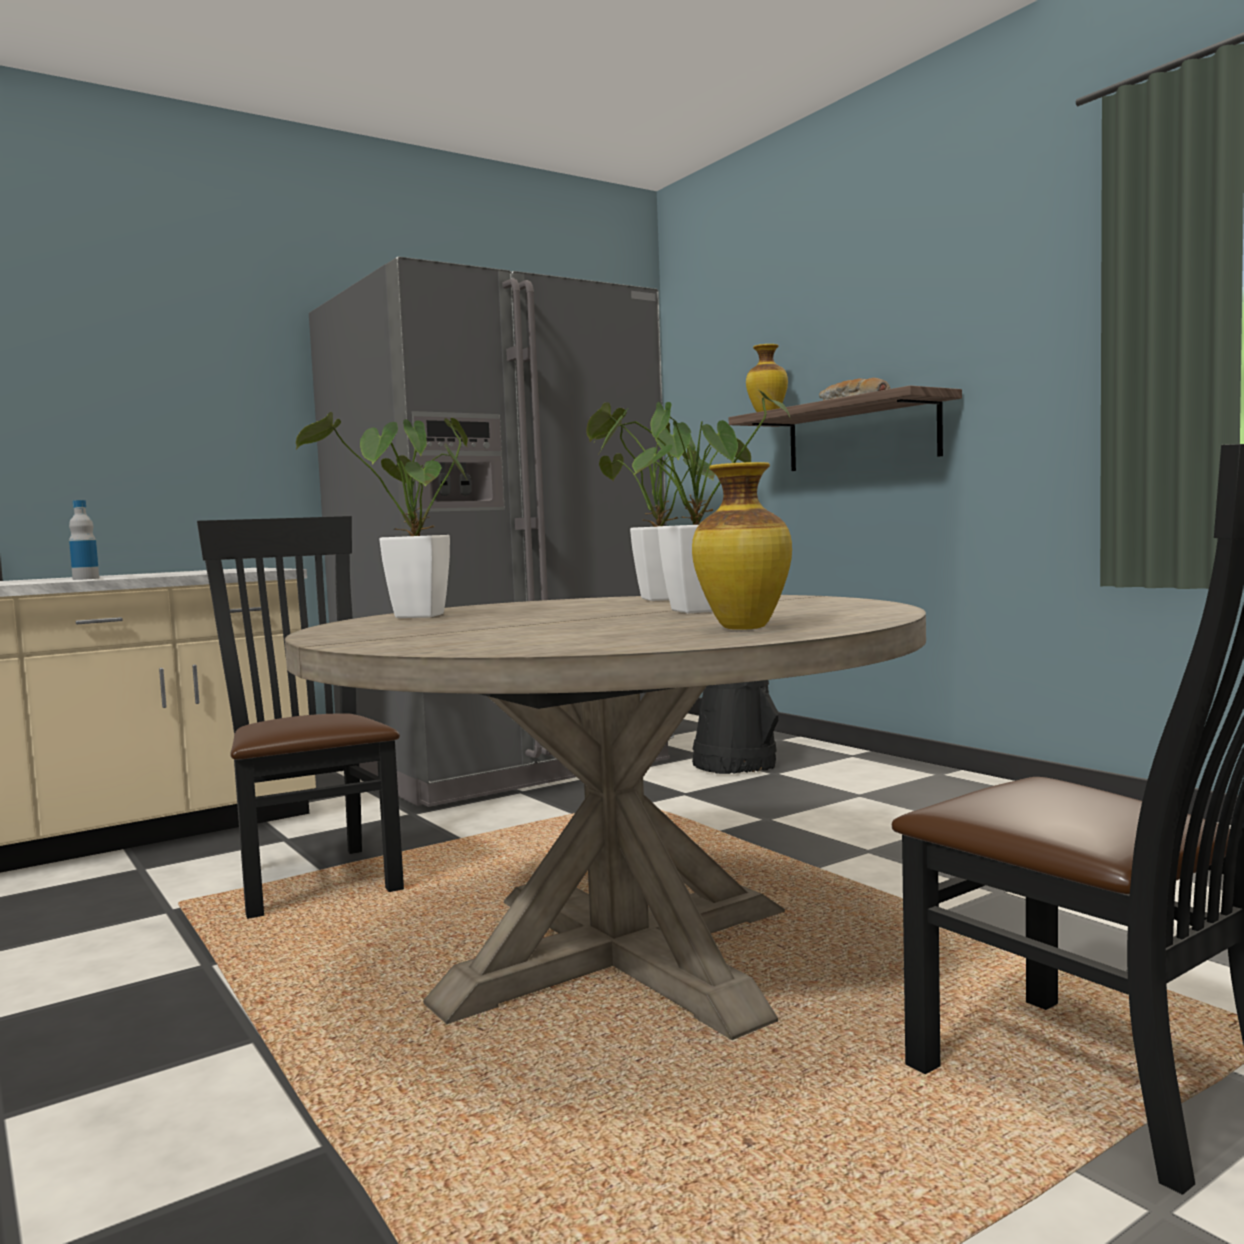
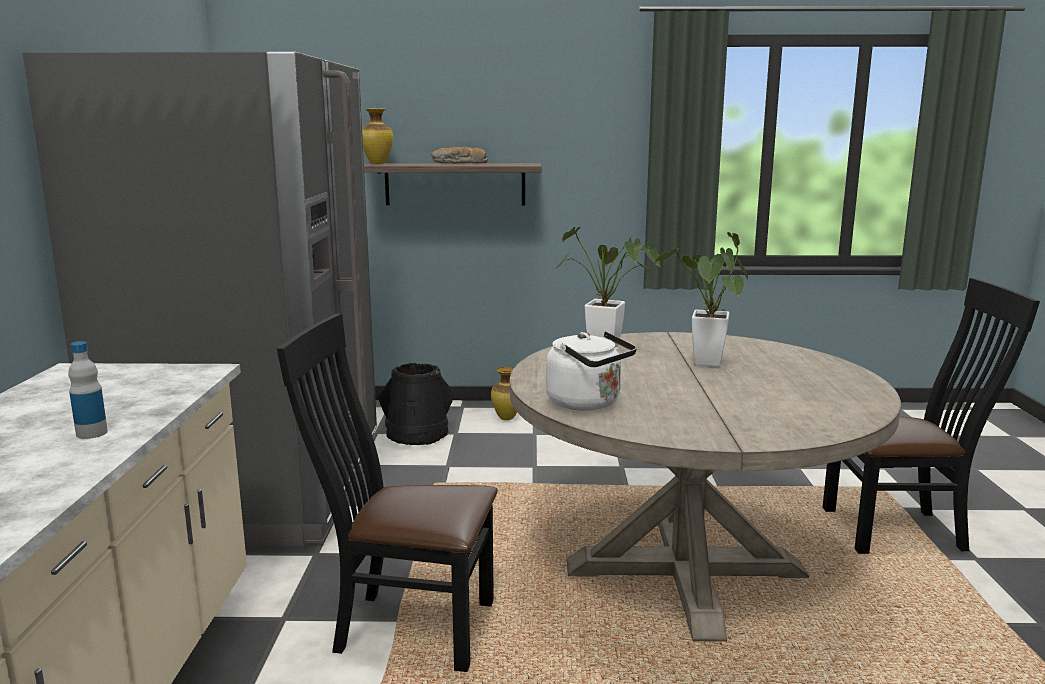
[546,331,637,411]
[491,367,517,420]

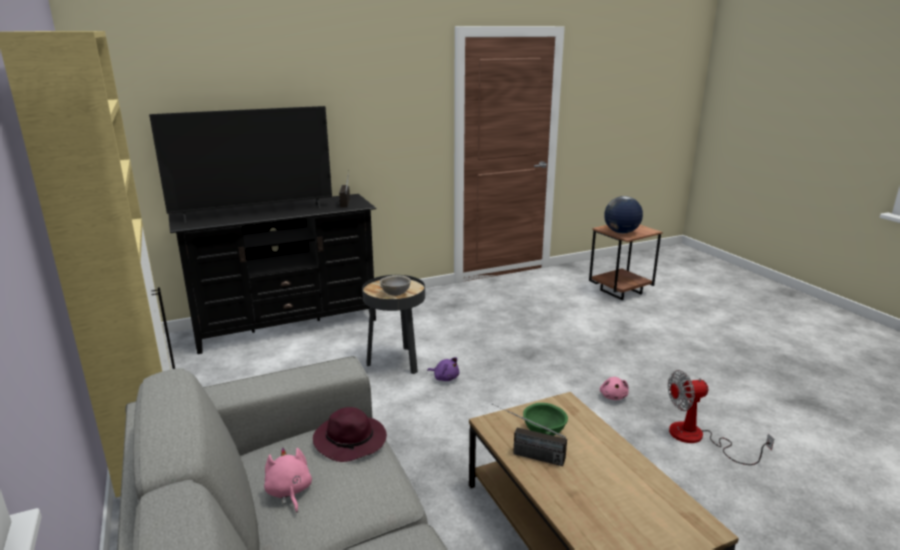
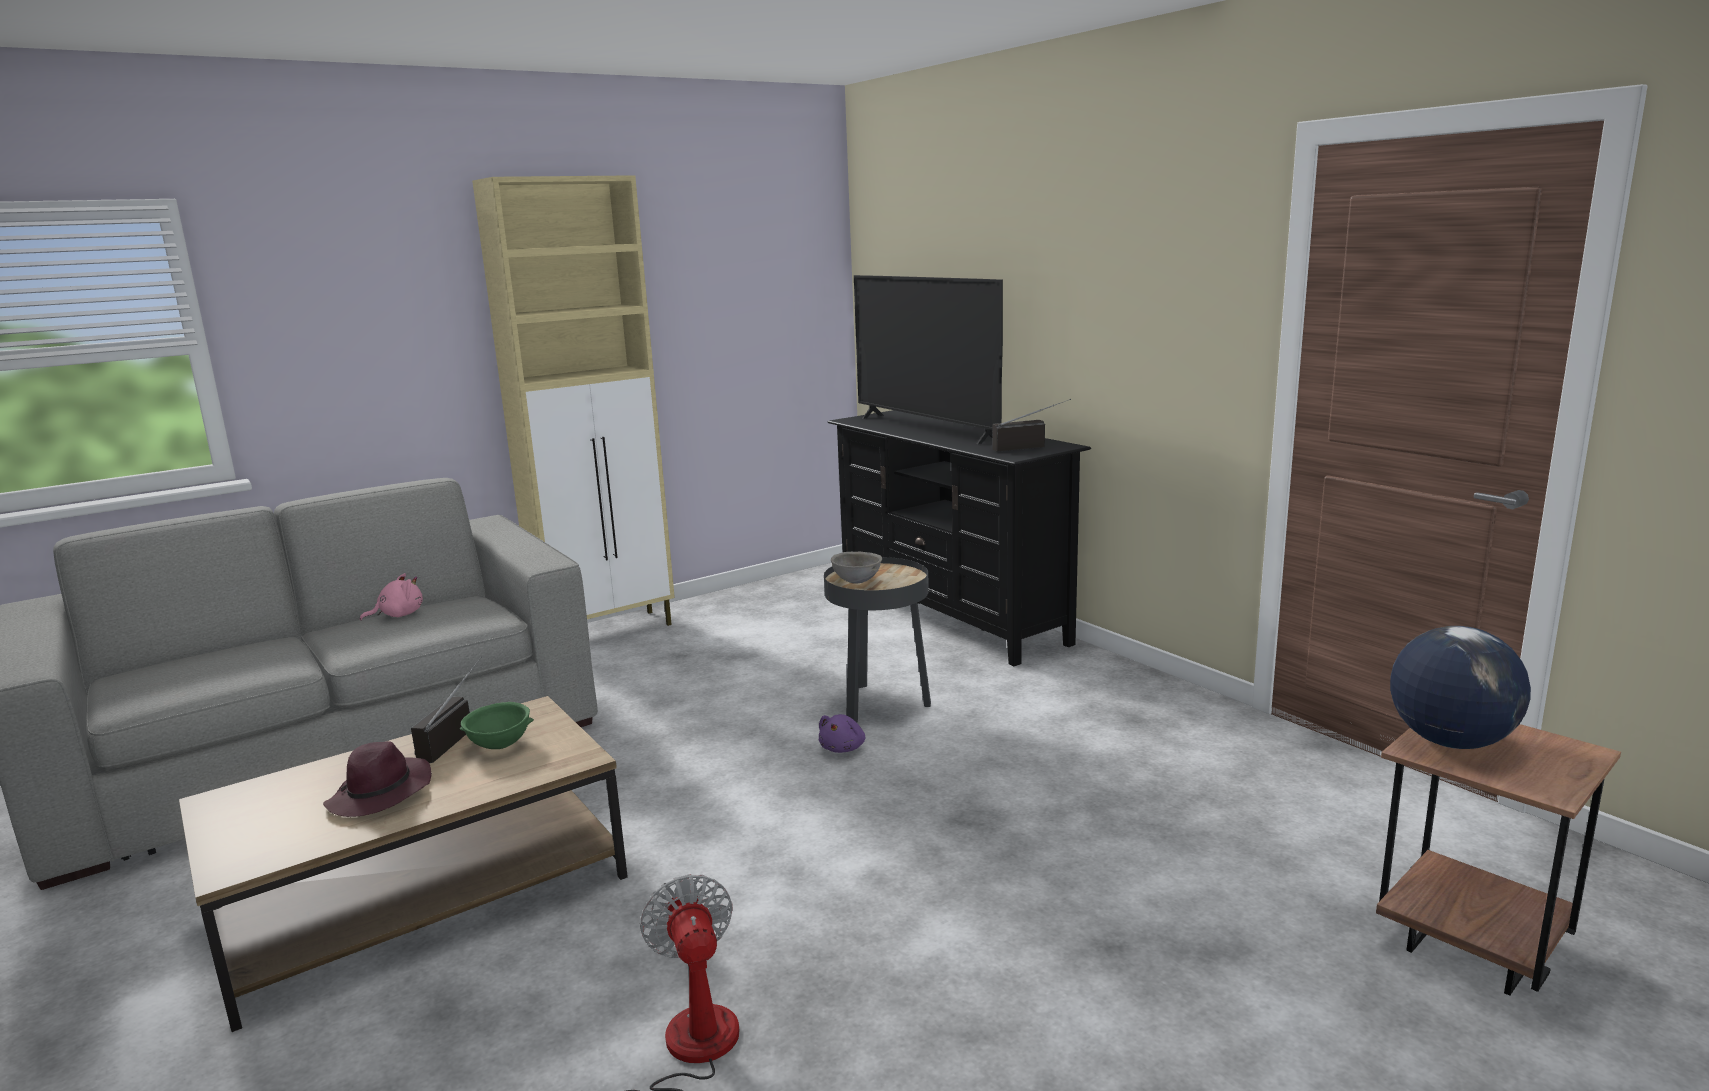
[323,741,432,817]
[600,377,629,400] (first image)

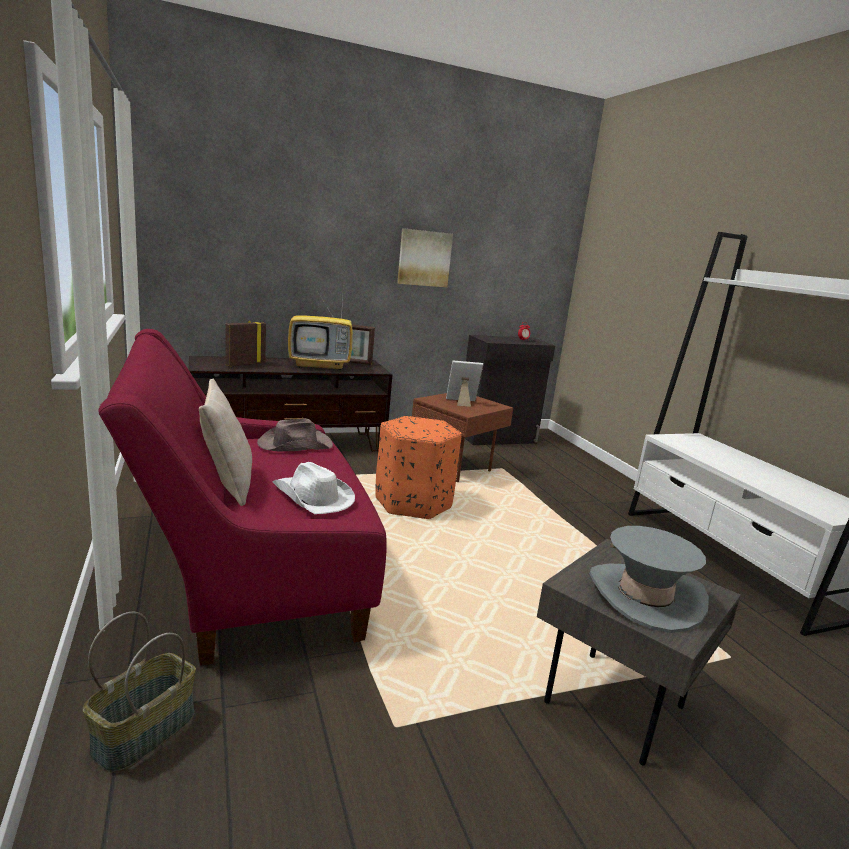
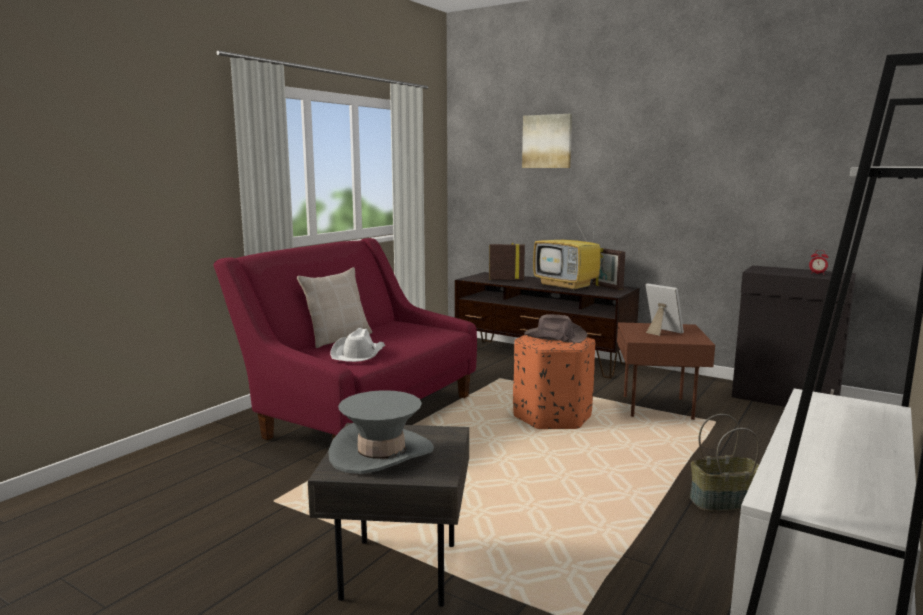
[690,414,759,511]
[524,314,587,343]
[522,114,572,168]

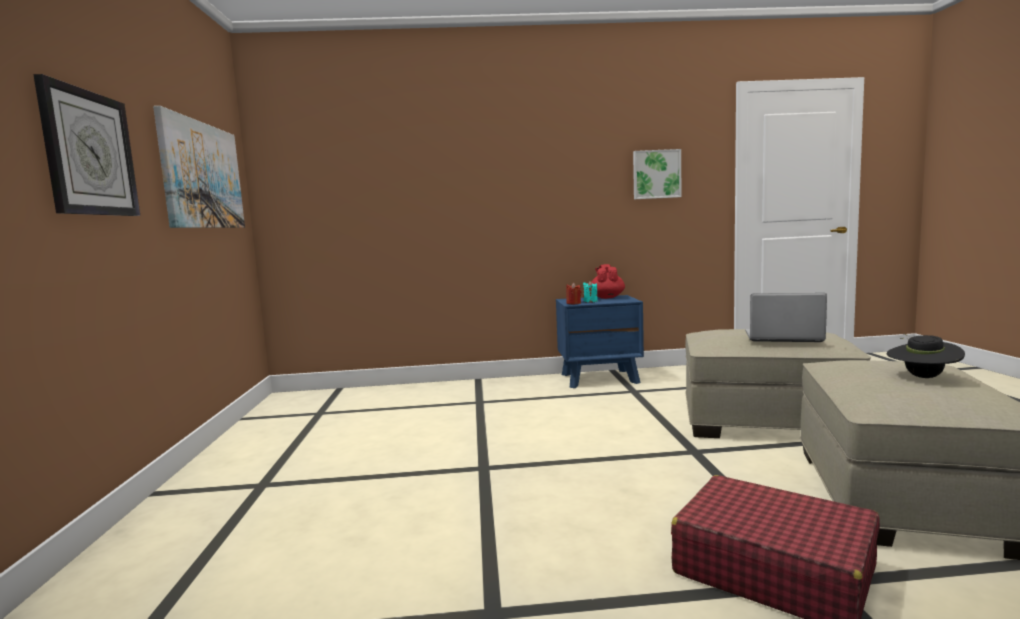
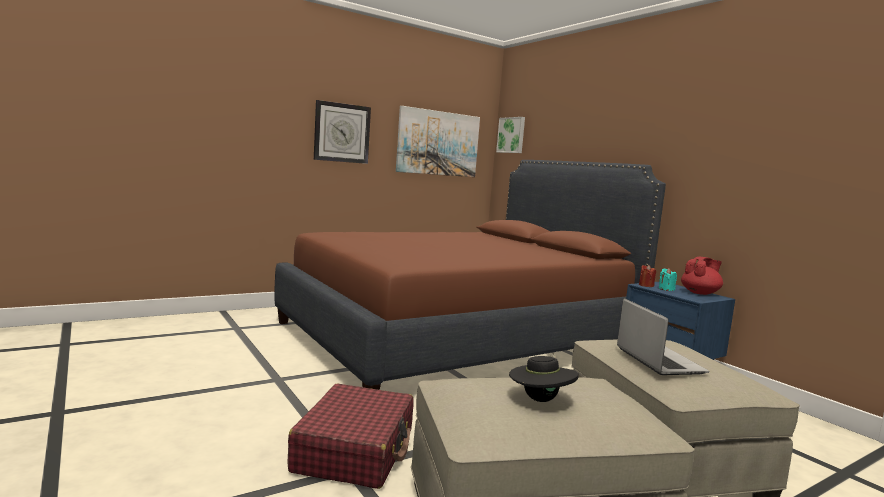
[496,117,525,153]
[274,160,666,390]

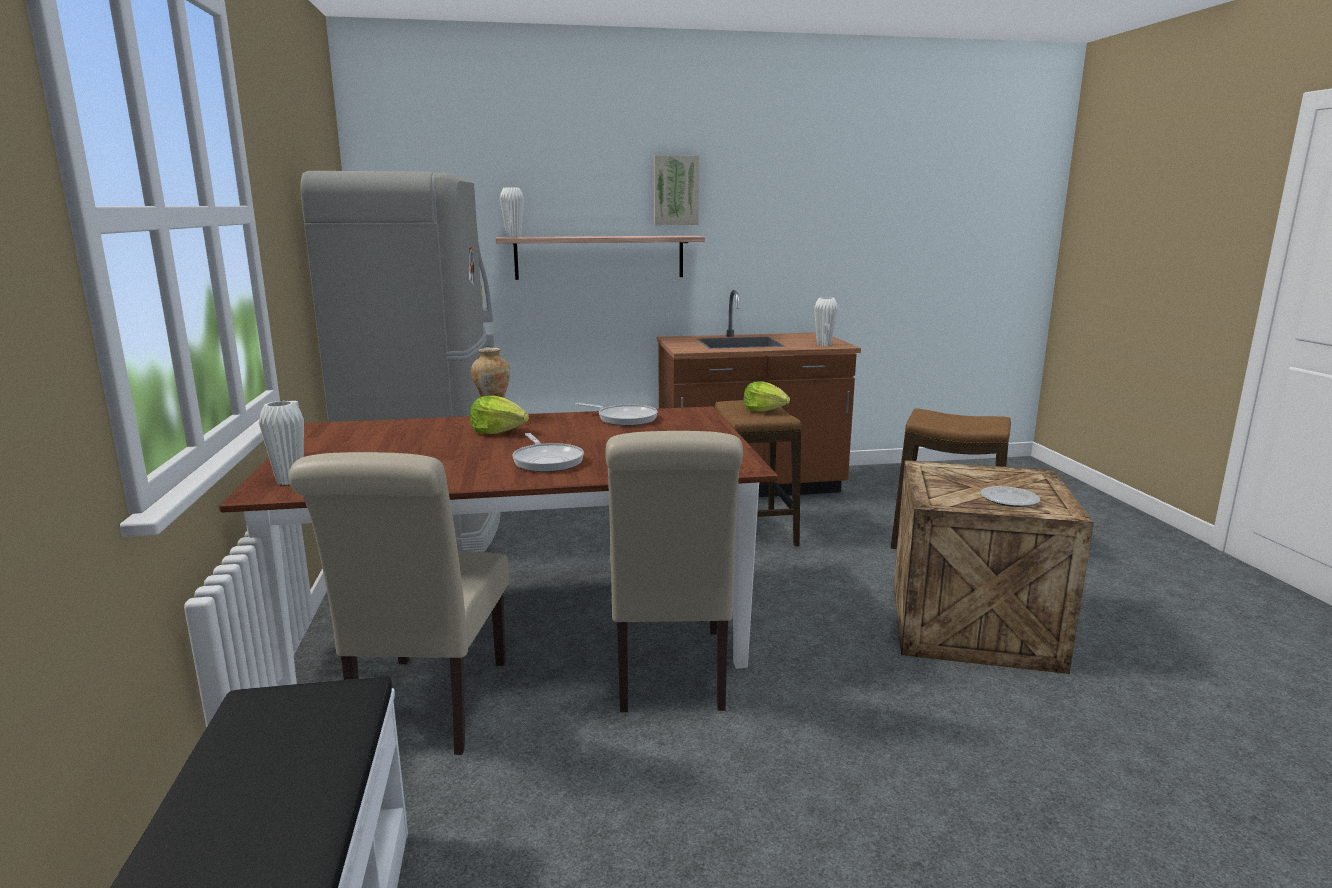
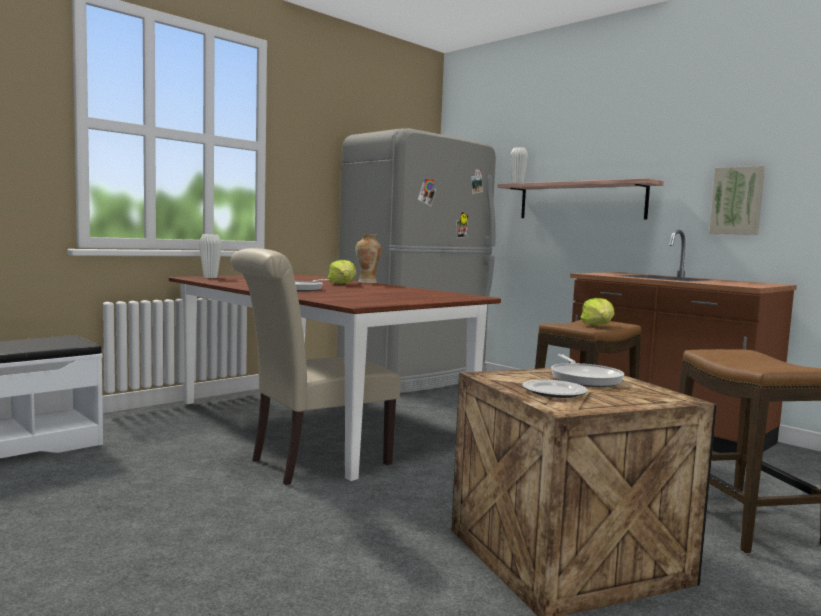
[288,452,509,755] (first image)
[551,354,624,387]
[709,166,765,235]
[814,297,838,346] (first image)

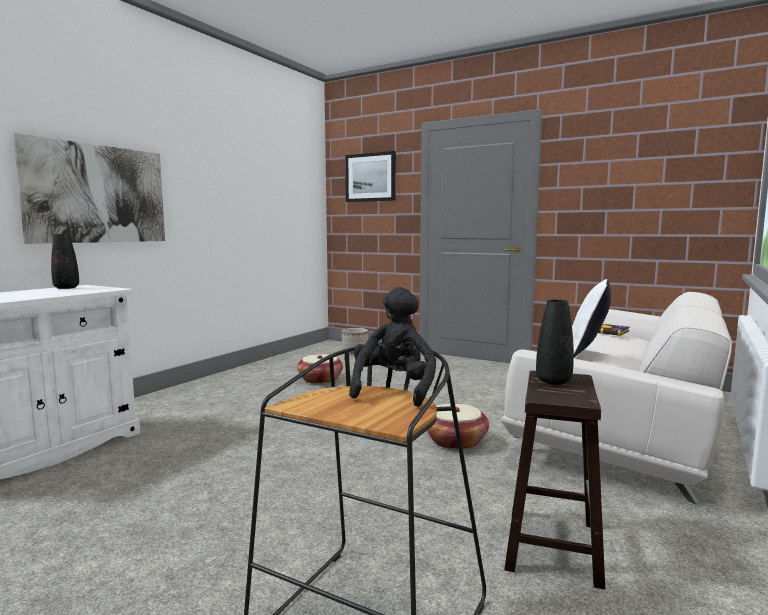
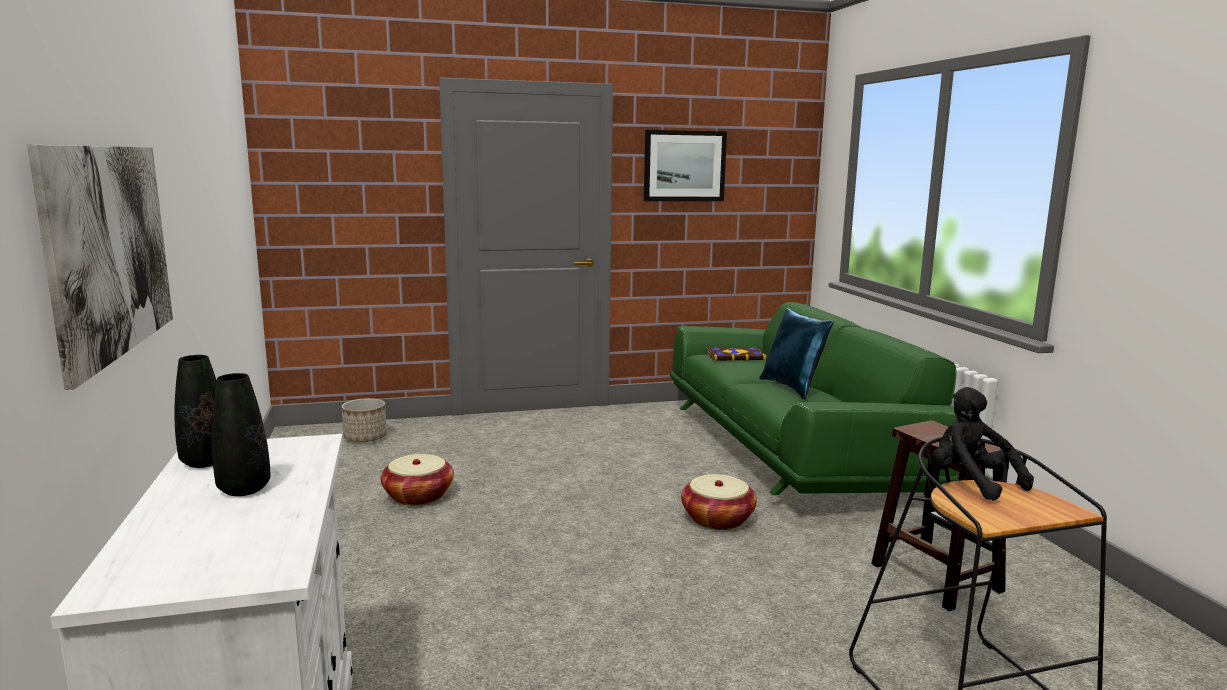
[644,130,727,201]
[670,302,958,495]
[212,373,271,496]
[759,308,834,399]

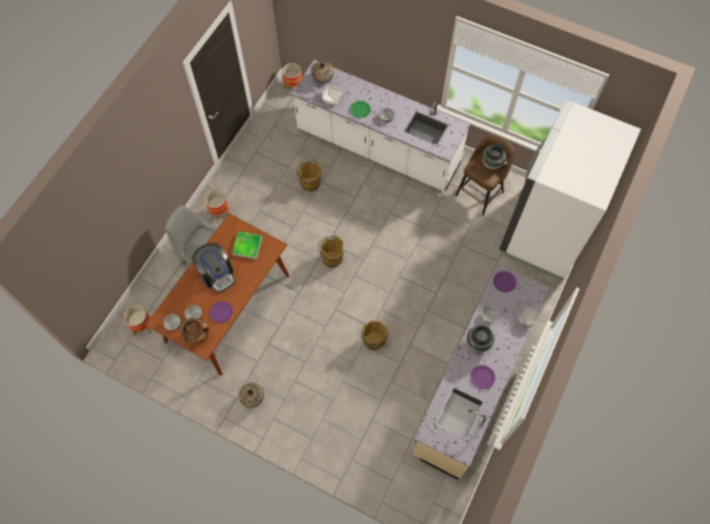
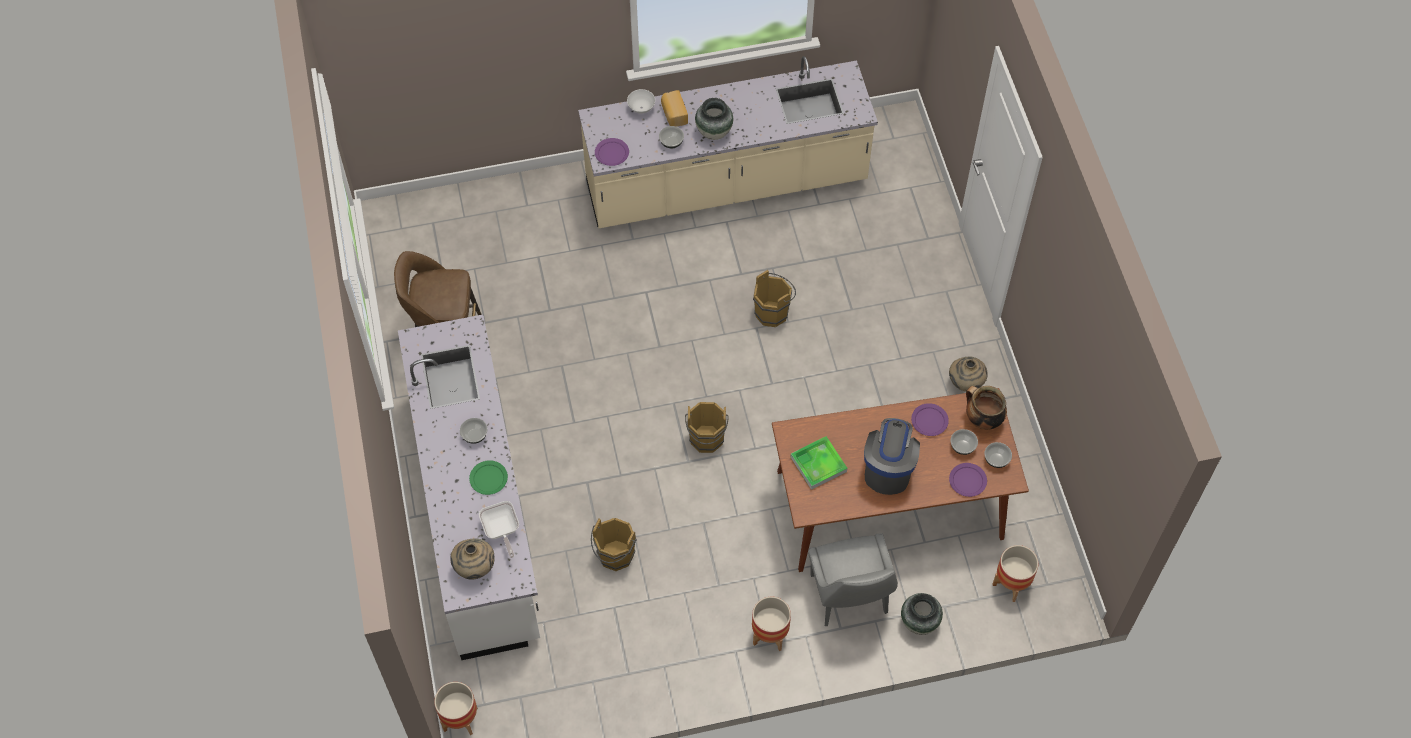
[949,463,987,497]
[901,593,943,635]
[499,99,641,281] (first image)
[661,90,688,127]

